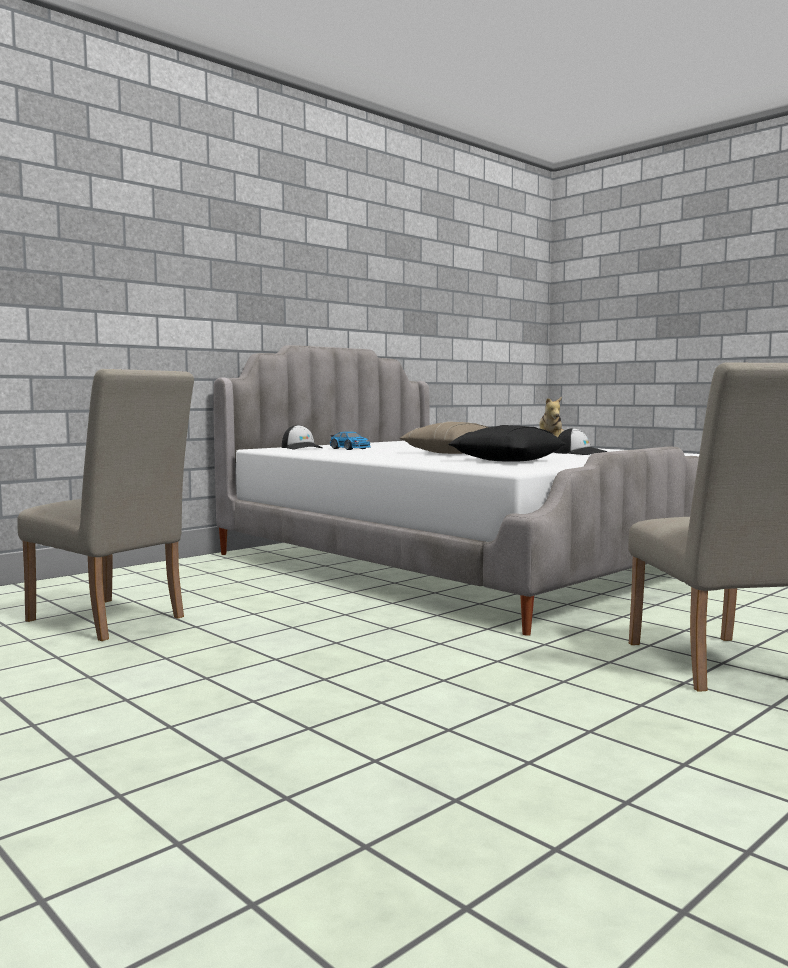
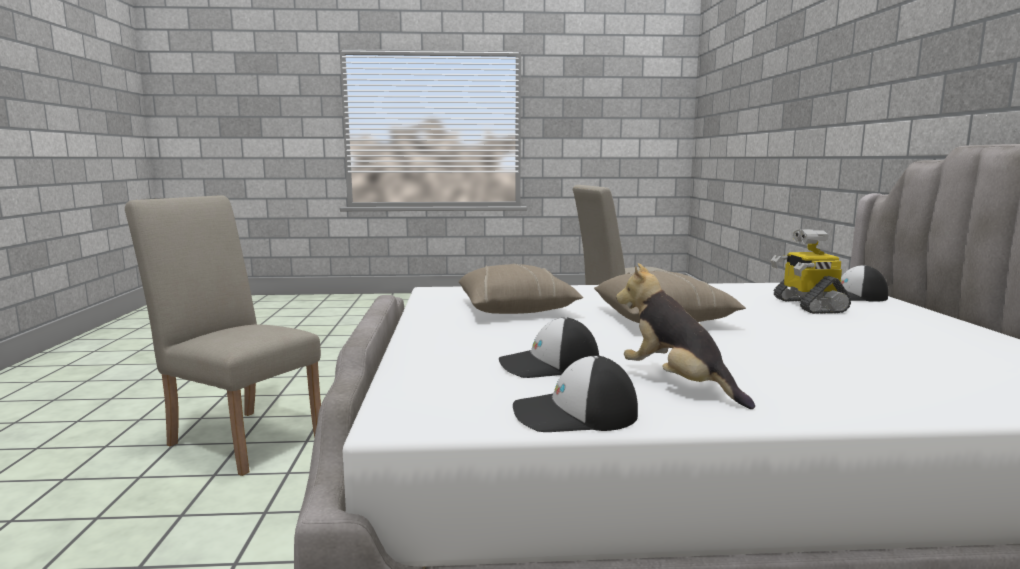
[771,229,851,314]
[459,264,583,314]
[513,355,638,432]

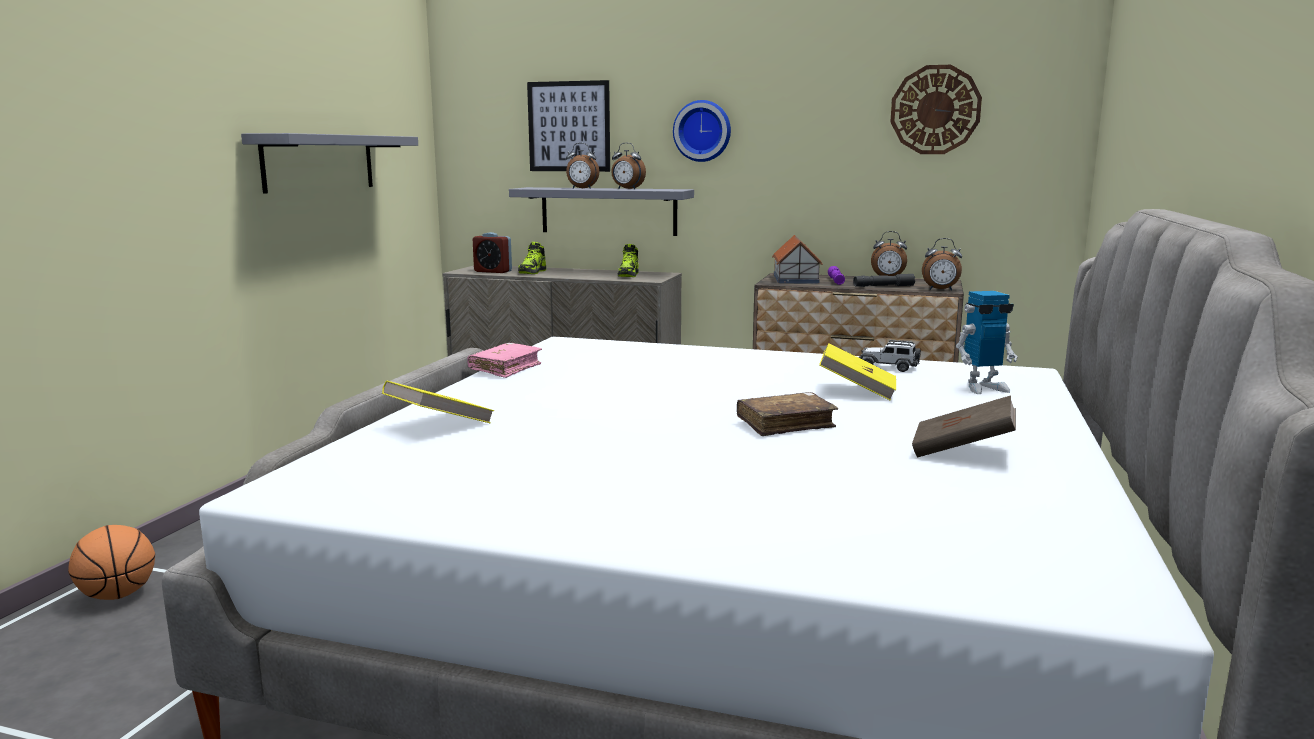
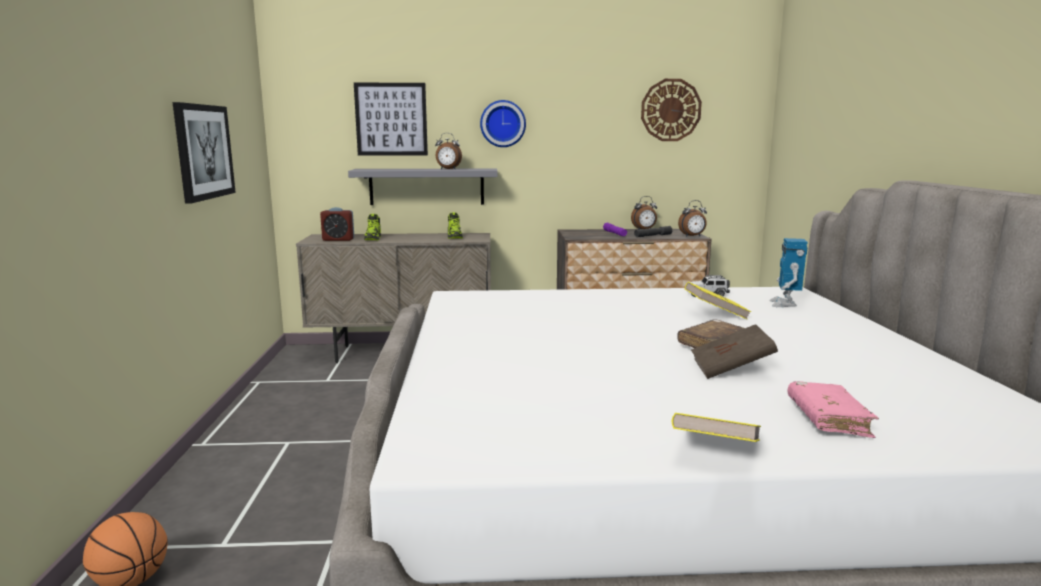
[173,102,236,203]
[672,413,761,442]
[787,381,879,438]
[566,143,599,189] (first image)
[772,235,823,284] (first image)
[691,324,778,379]
[770,238,807,307]

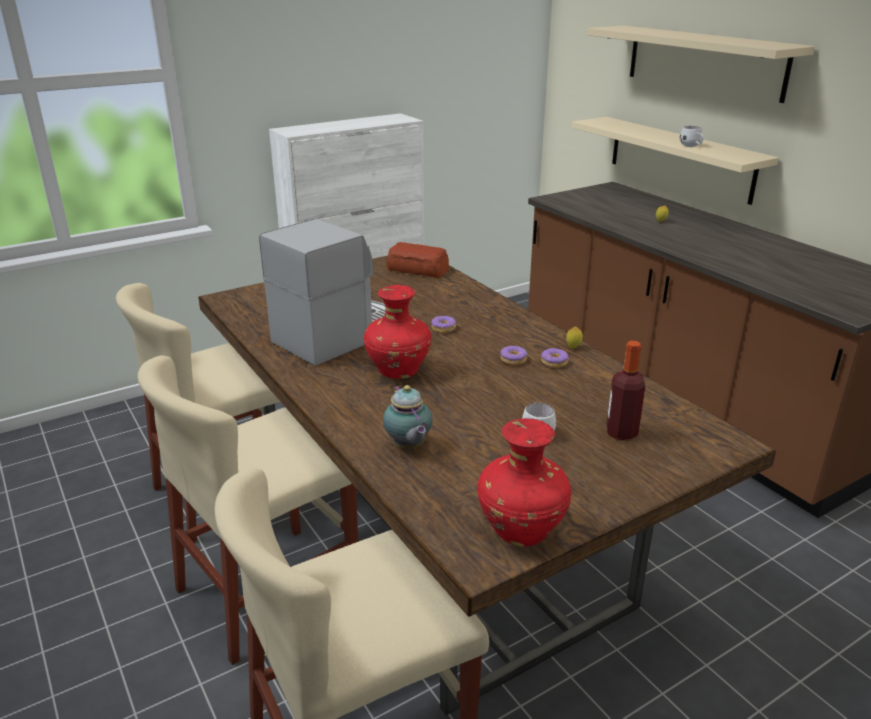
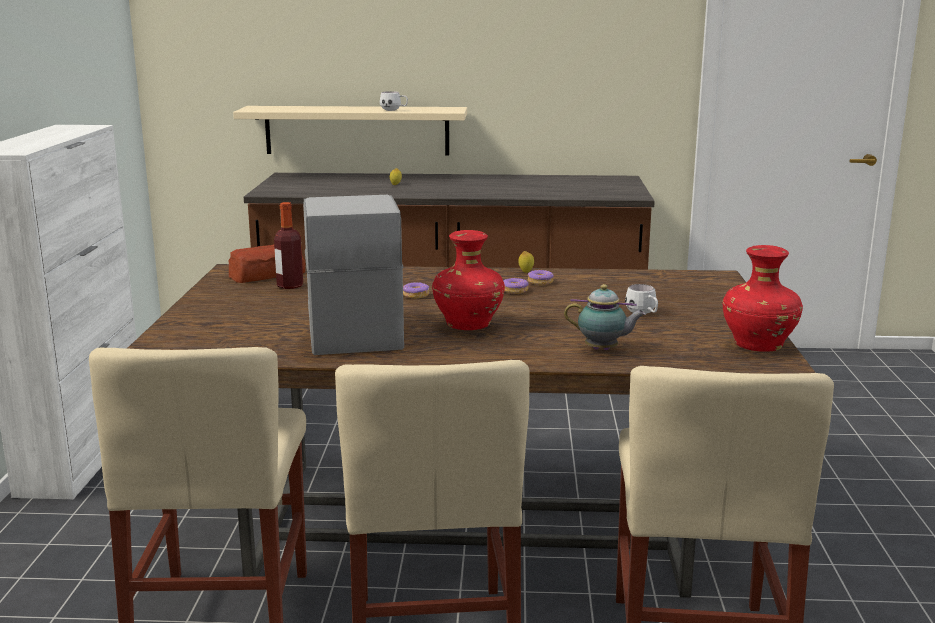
[587,26,815,103] (first image)
[274,202,303,289]

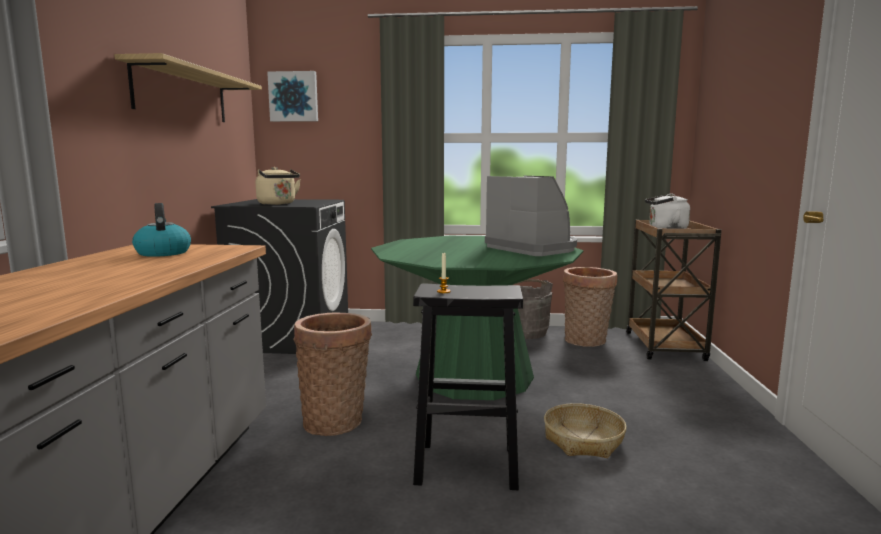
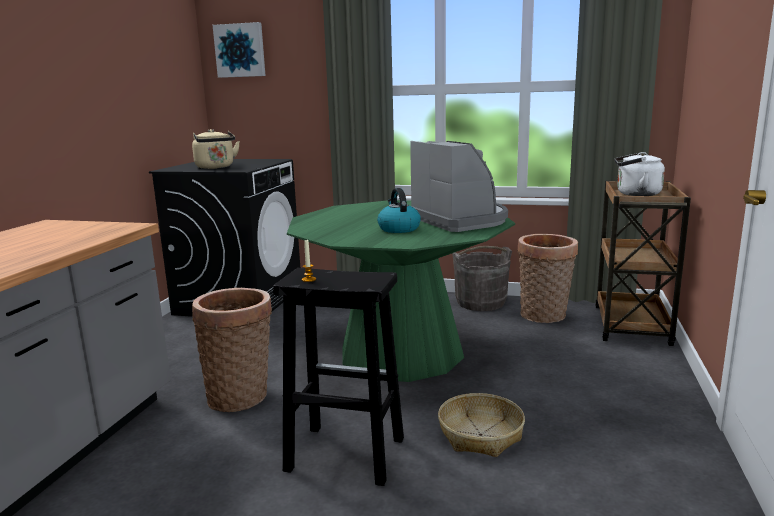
[114,53,262,122] (first image)
[377,188,421,233]

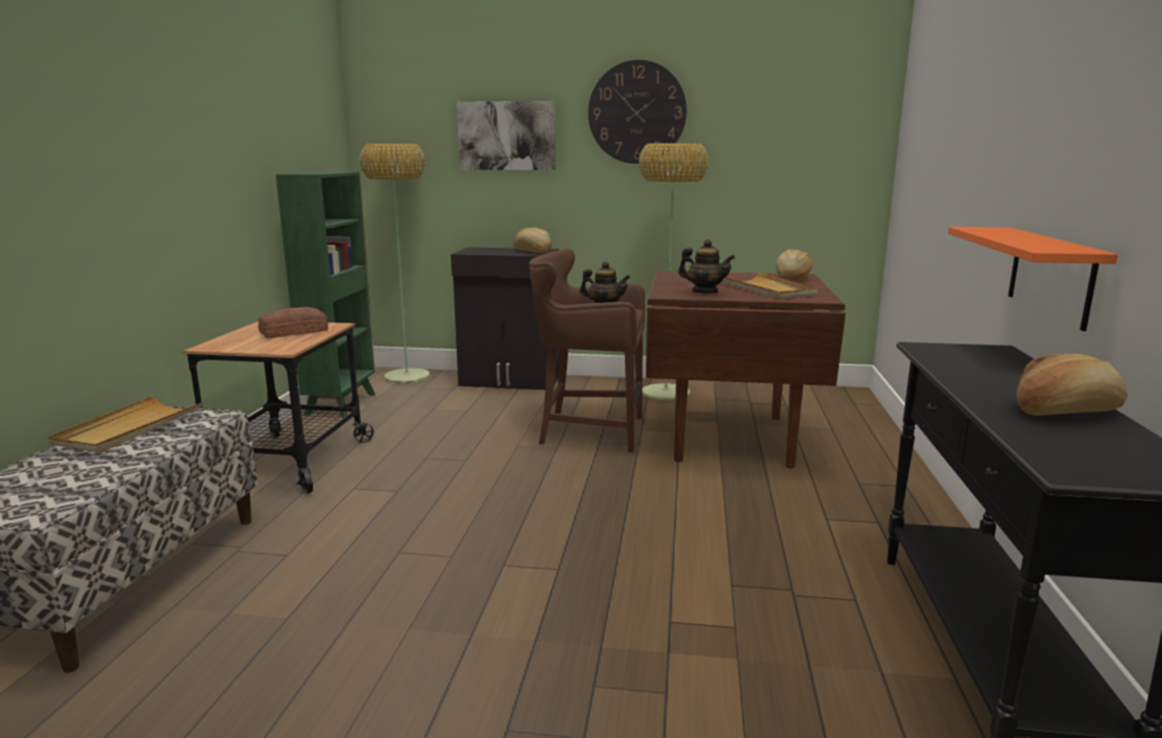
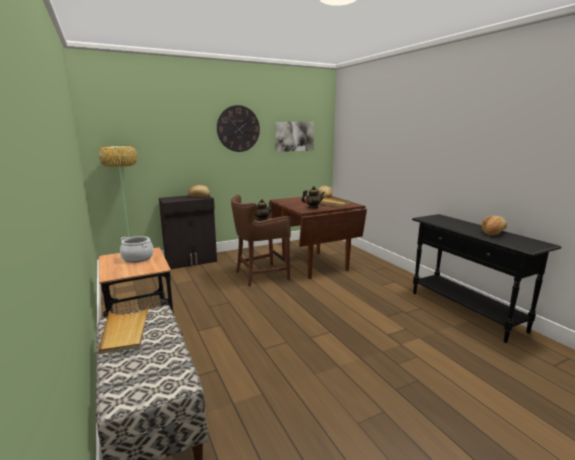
[120,236,154,262]
[276,172,376,418] (first image)
[275,122,314,152]
[639,143,709,401] (first image)
[948,227,1118,331] (first image)

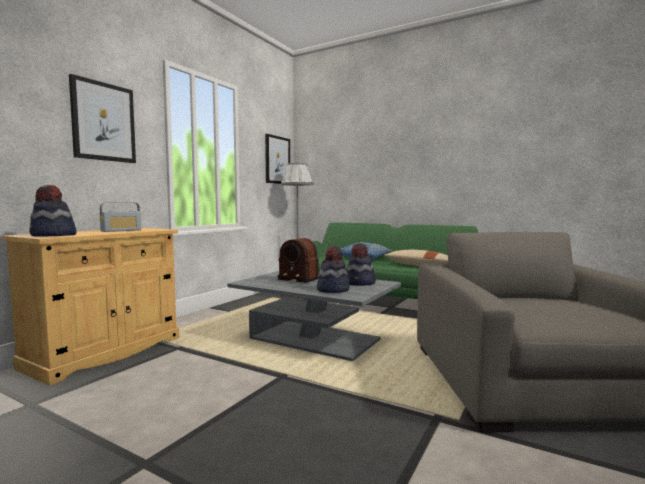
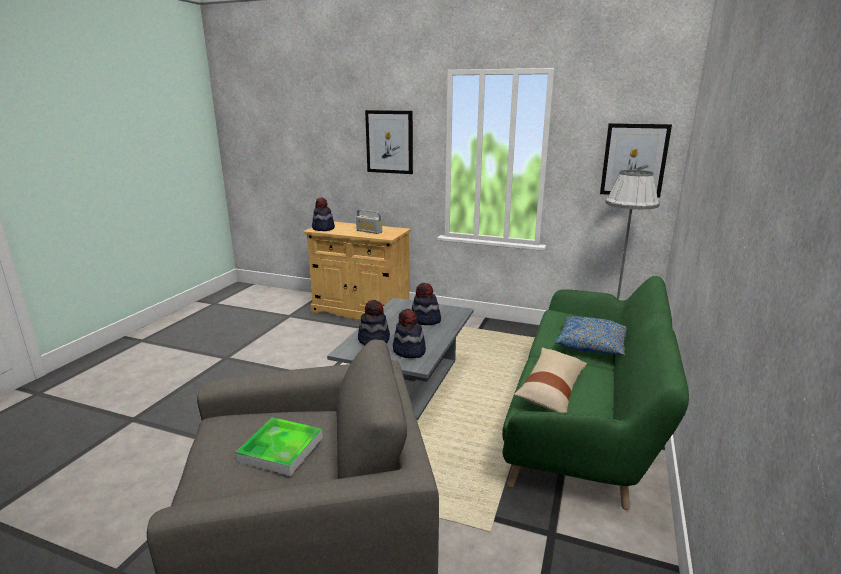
[412,283,441,325]
[236,417,323,476]

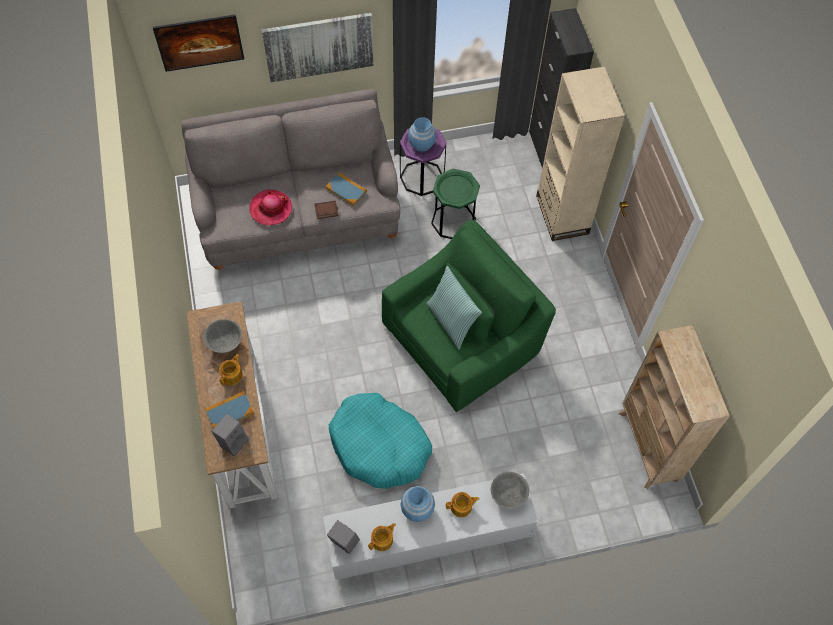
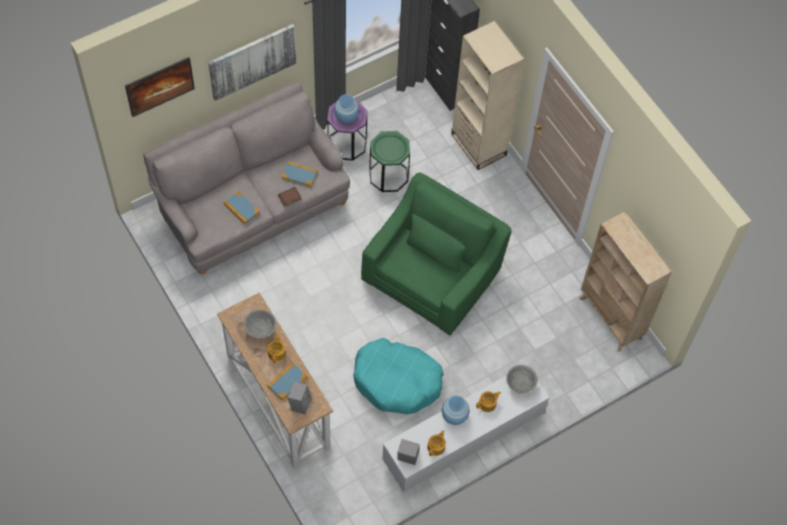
[224,191,260,224]
[426,266,482,350] (first image)

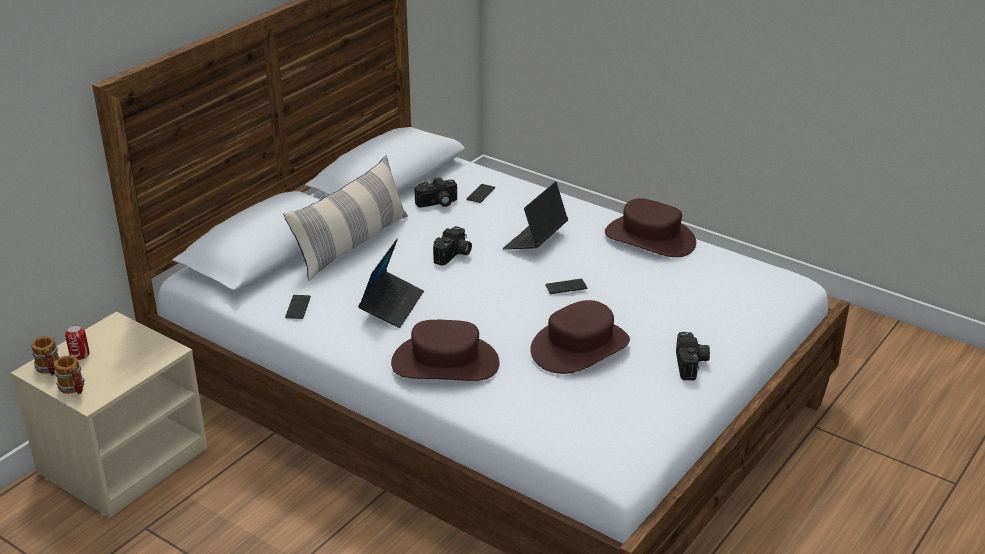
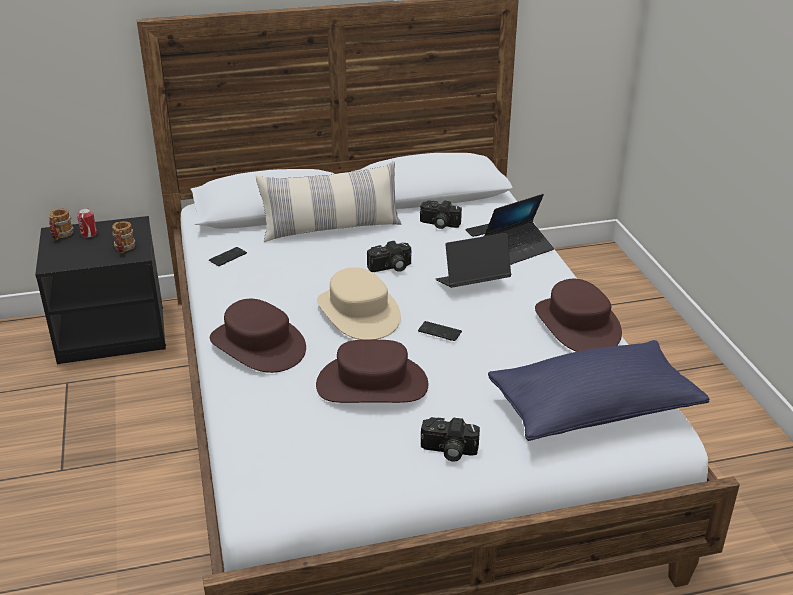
[35,216,166,364]
[112,221,135,254]
[484,194,554,265]
[421,417,480,462]
[317,267,401,340]
[488,340,709,441]

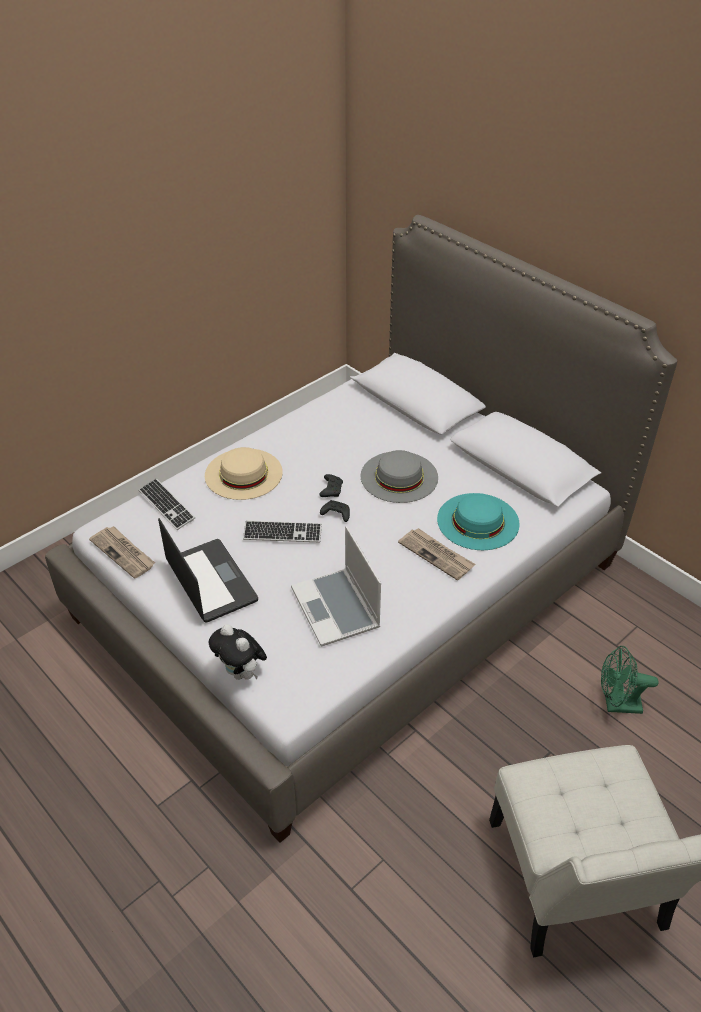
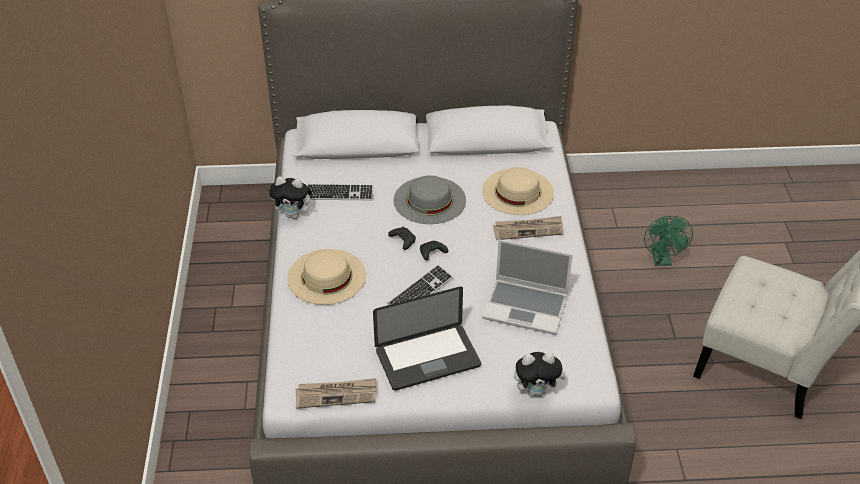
[307,184,374,200]
[373,286,481,391]
[482,167,554,215]
[644,216,693,266]
[269,176,315,219]

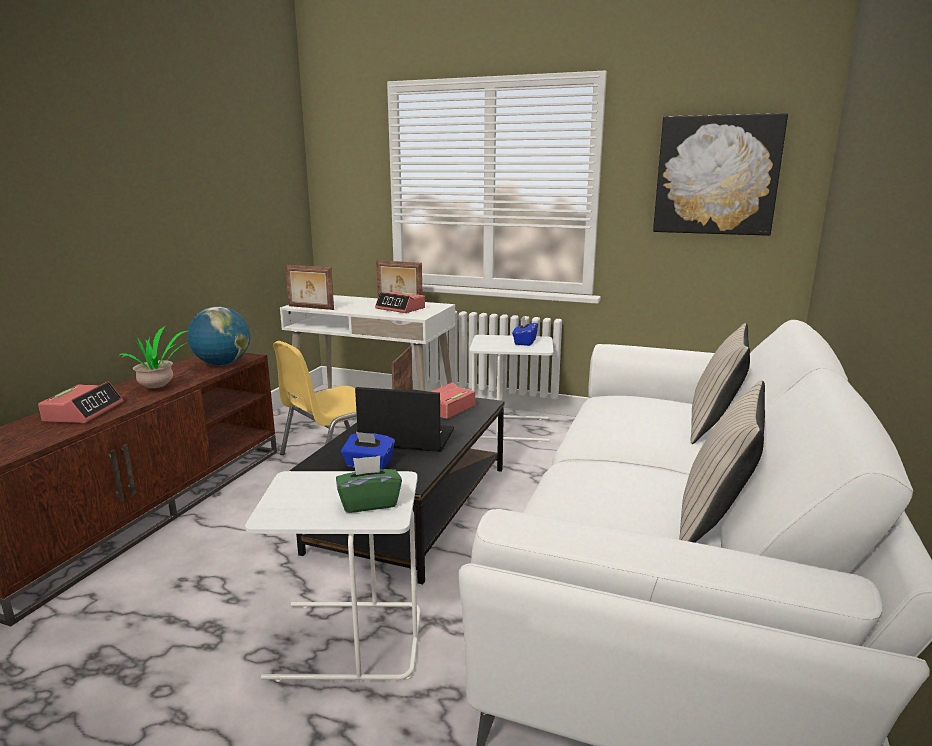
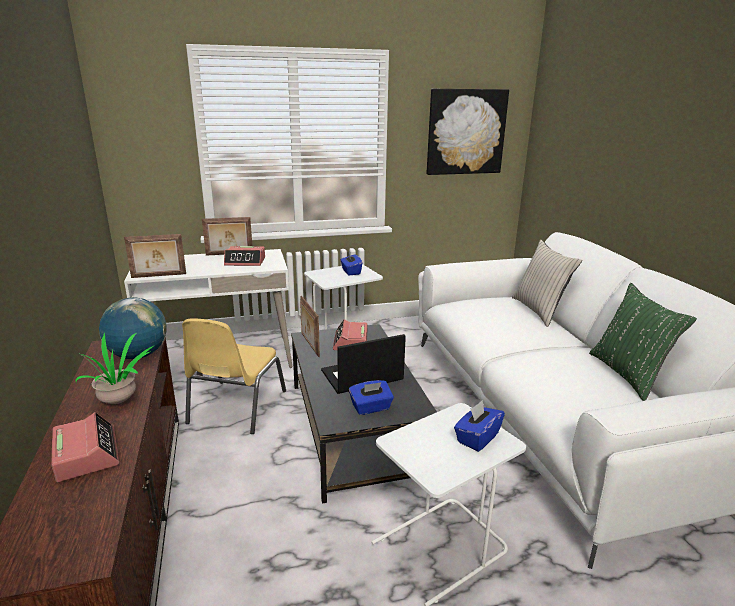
[454,400,505,452]
[589,283,697,401]

